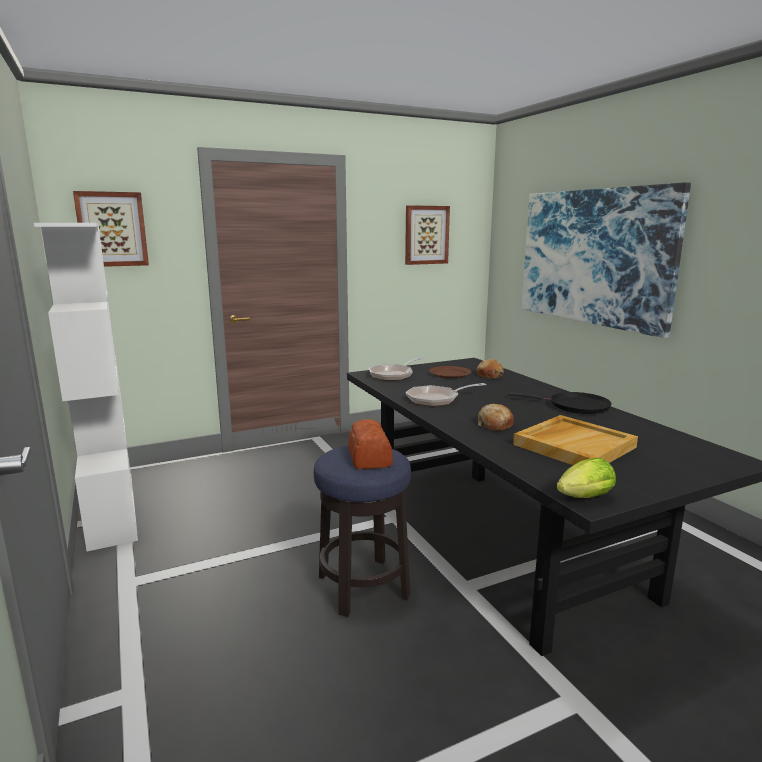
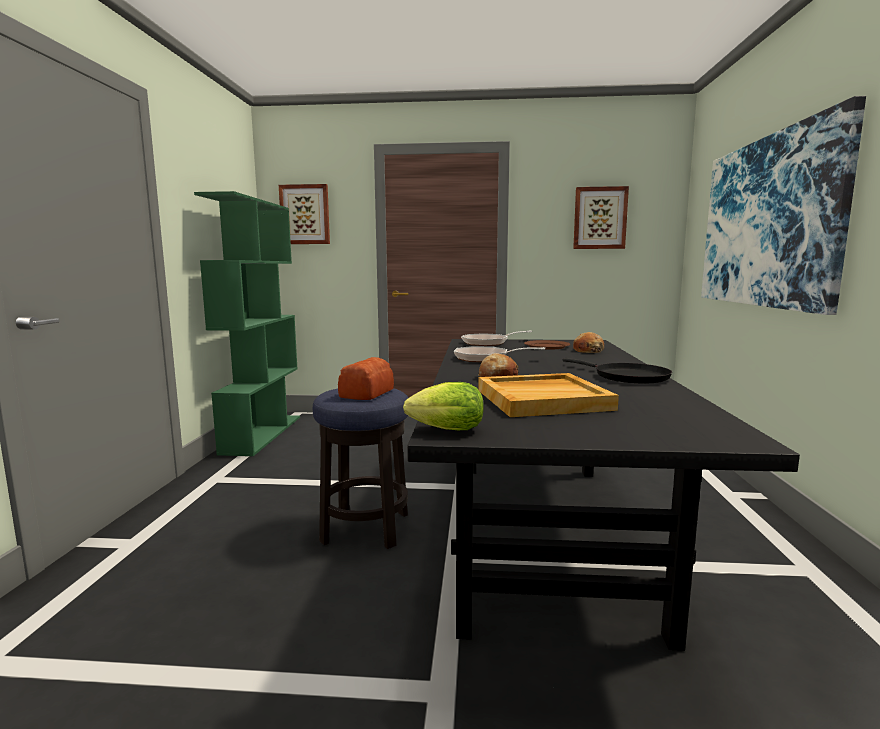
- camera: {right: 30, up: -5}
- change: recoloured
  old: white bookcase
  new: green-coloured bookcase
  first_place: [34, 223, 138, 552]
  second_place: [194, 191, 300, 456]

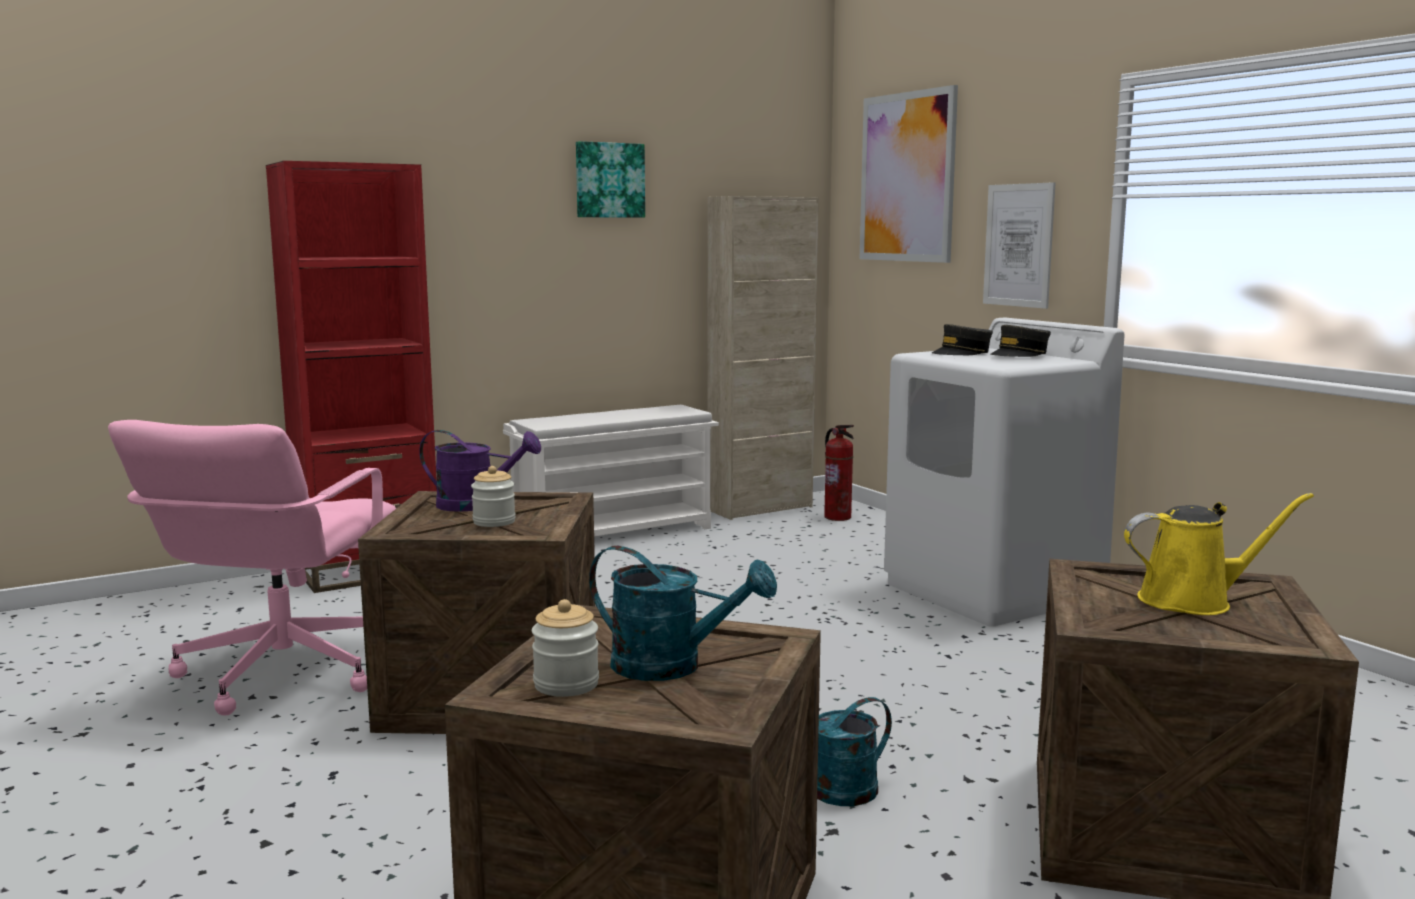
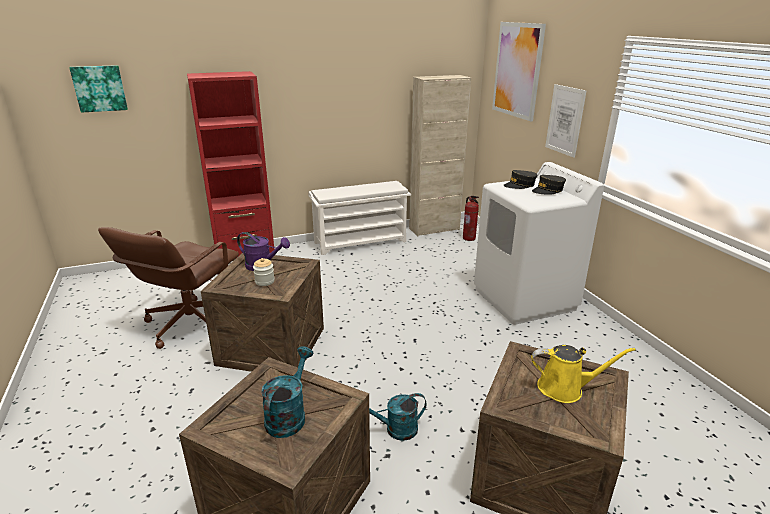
- camera: {right: 10, up: 15}
- change: moved
  old: picture
  first_place: [576, 141, 645, 218]
  second_place: [69, 65, 128, 113]
- change: recoloured
  old: pink office chair
  new: brown office chair
  first_place: [108, 420, 396, 716]
  second_place: [98, 227, 239, 349]
- change: turned
  old: turquoise watering can
  first_place: [589, 546, 777, 681]
  second_place: [261, 347, 314, 438]
  degrees: -105
- change: removed
  old: preserve jar
  first_place: [532, 599, 599, 697]

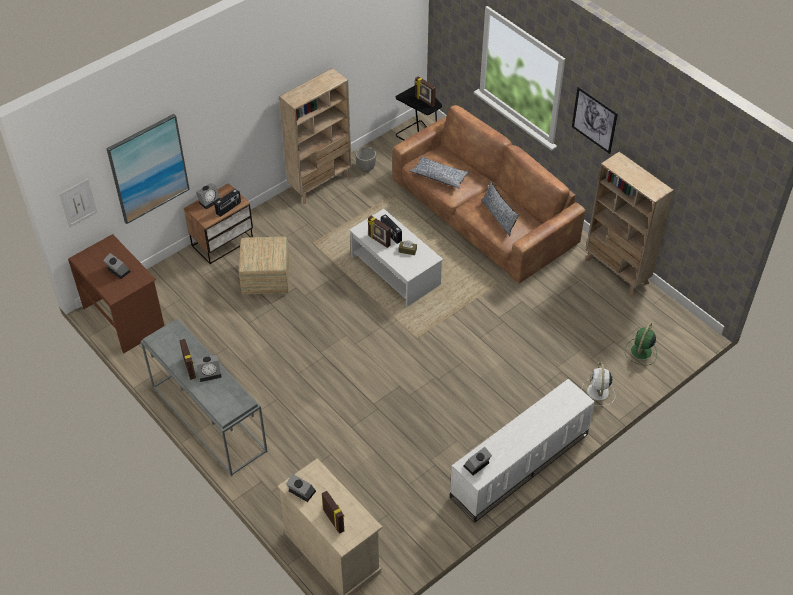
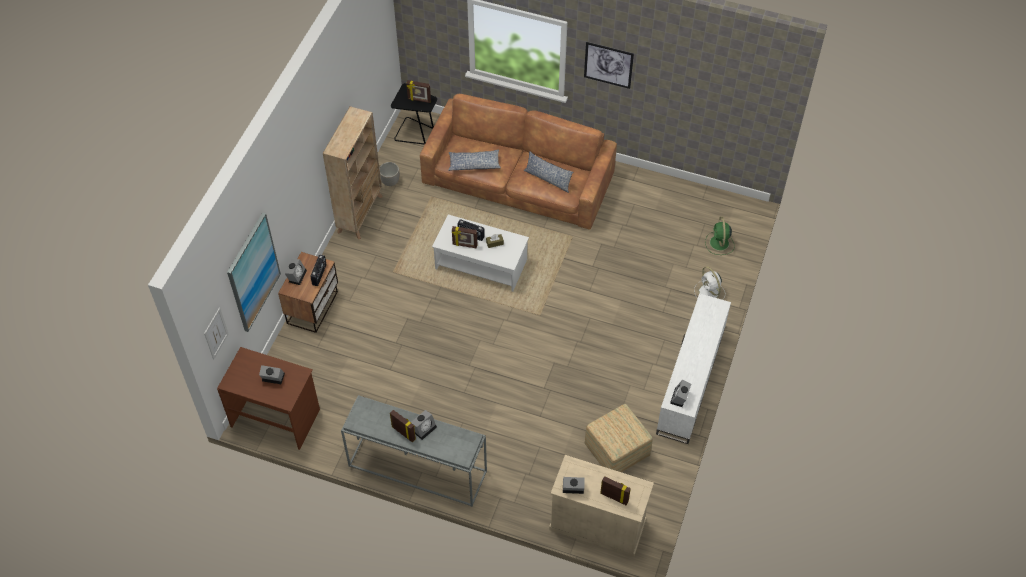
- camera: {right: -30, up: 5}
- change: moved
  old: pouffe
  first_place: [239, 237, 289, 295]
  second_place: [585, 404, 653, 472]
- change: removed
  old: beige-coloured bookcase
  first_place: [585, 152, 674, 296]

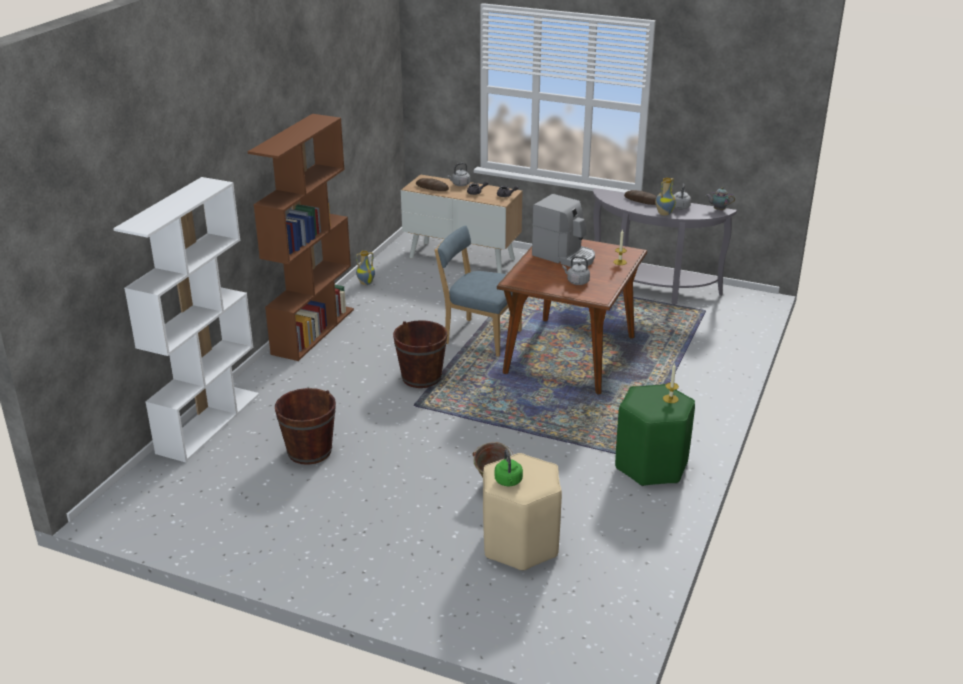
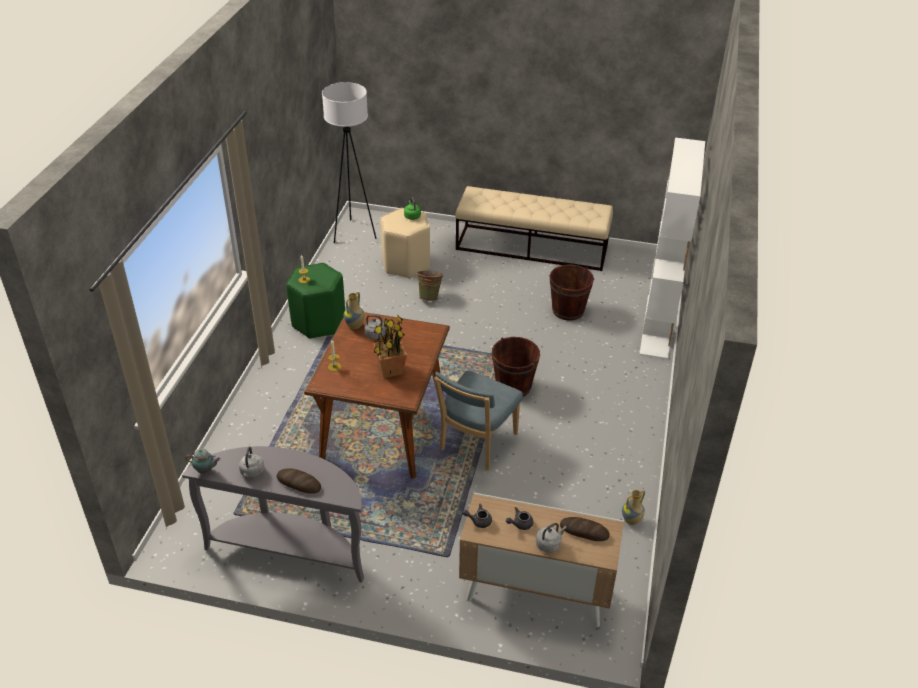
- camera: {right: 170, up: 10}
- change: added
  new: white standing lamp
  second_place: [322, 82, 377, 243]
- change: moved
  old: decorative vase
  first_place: [655, 178, 676, 215]
  second_place: [344, 292, 365, 329]
- change: replaced
  old: coffee machine
  new: houseplant
  first_place: [532, 194, 595, 267]
  second_place: [373, 315, 407, 378]
- change: turned
  old: blue upright chair
  first_place: [435, 225, 522, 357]
  second_place: [434, 370, 523, 470]
  degrees: 105
- change: added
  new: beige-coloured long seat
  second_place: [455, 186, 613, 271]
- change: removed
  old: brown bookcase
  first_place: [248, 114, 354, 361]

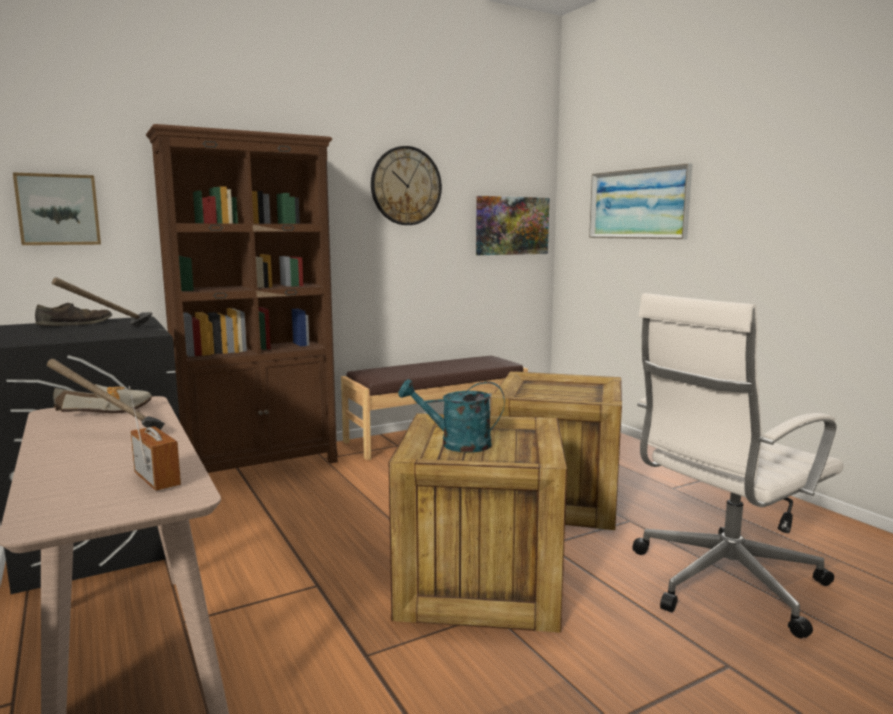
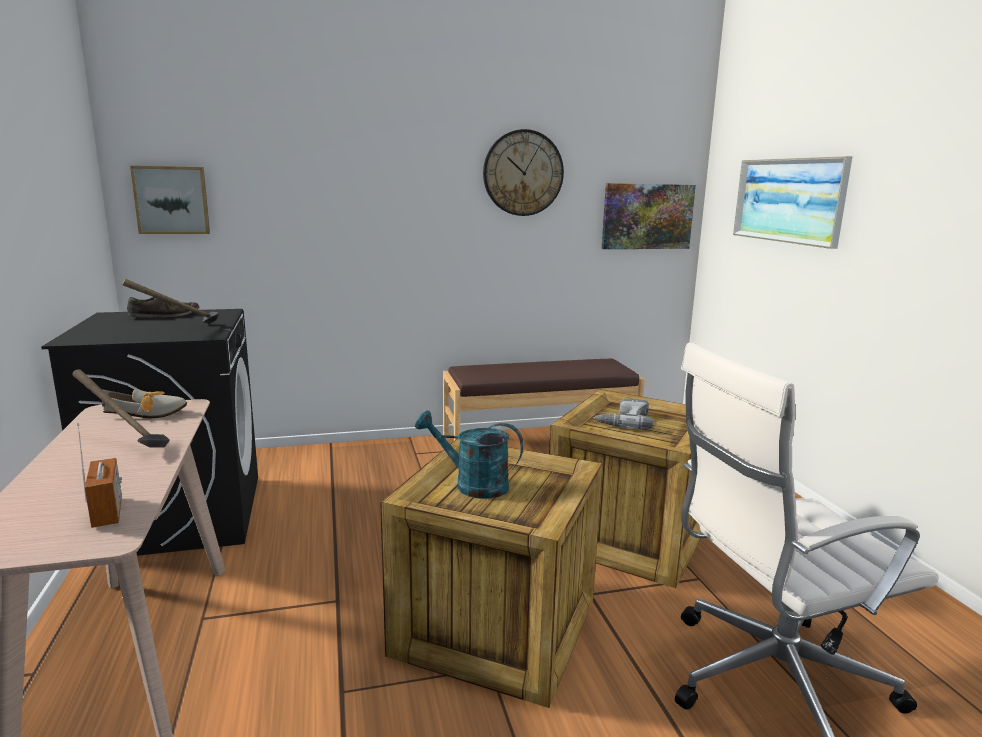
- camera: {right: 15, up: 5}
- change: added
  new: electric drill
  second_place: [594, 398, 653, 429]
- change: removed
  old: brown bookcase
  first_place: [146, 124, 338, 473]

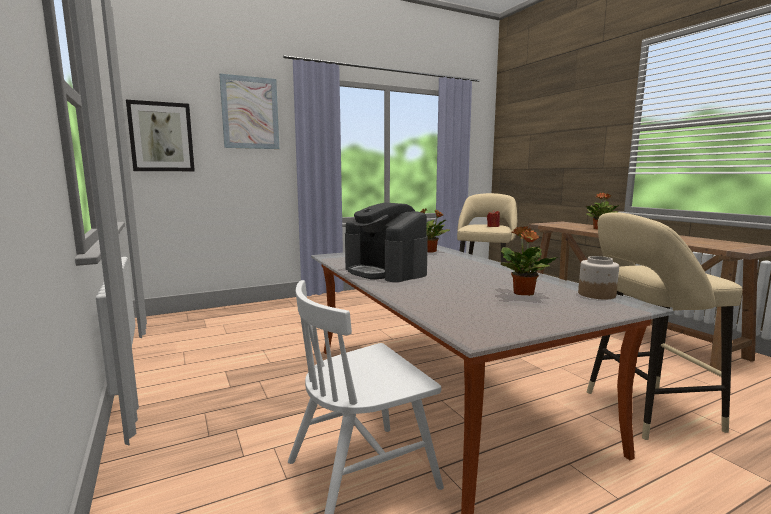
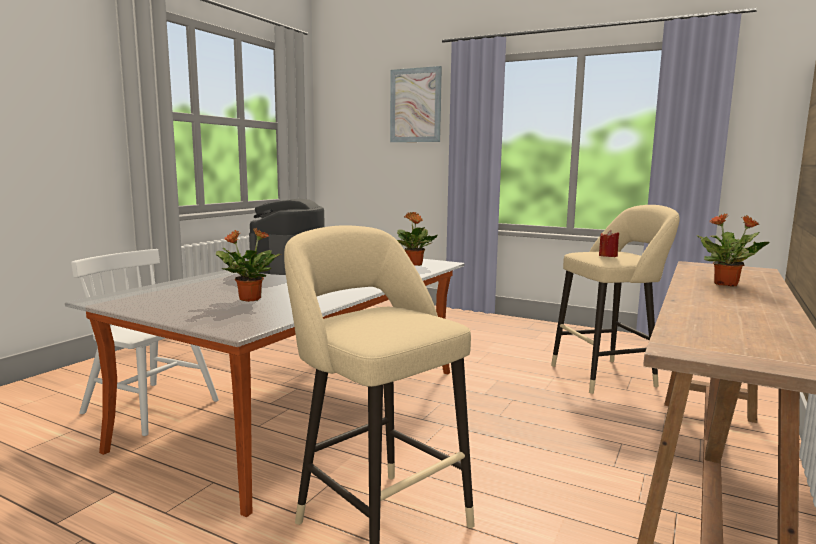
- camera: {right: 55, up: 0}
- change: removed
  old: picture
  first_place: [126, 100, 195, 171]
- change: removed
  old: preserve jar
  first_place: [578, 256, 619, 299]

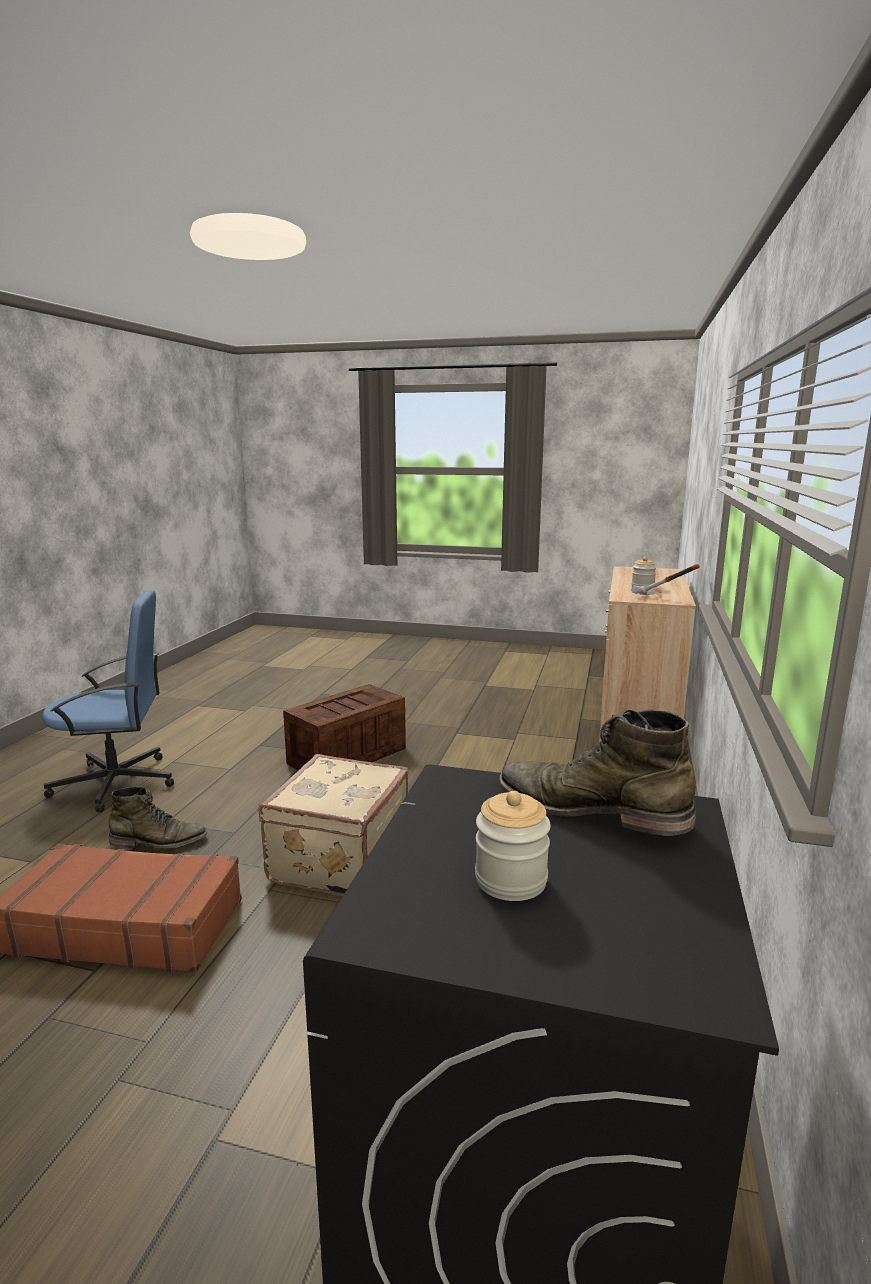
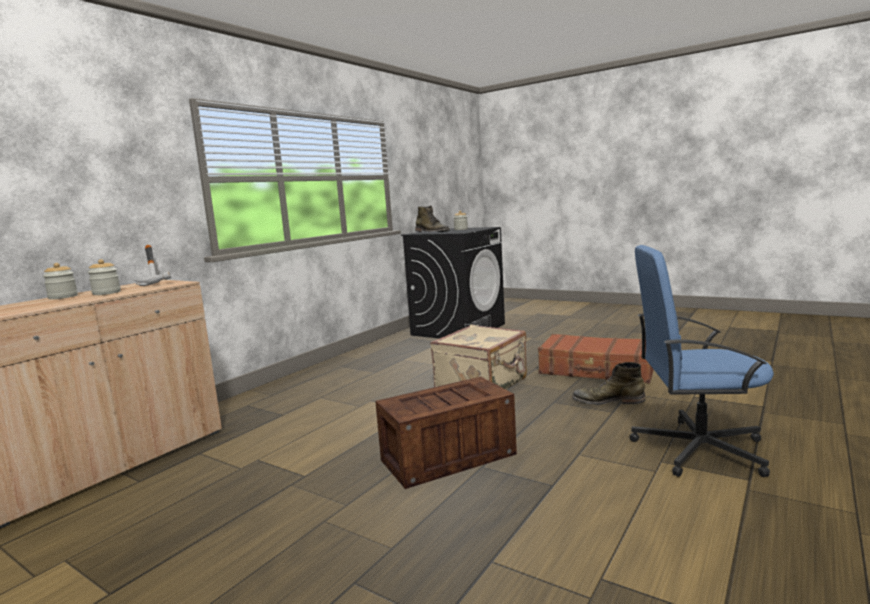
- camera: {right: -160, up: -5}
- change: added
  new: preserve jar
  second_place: [43, 263, 78, 299]

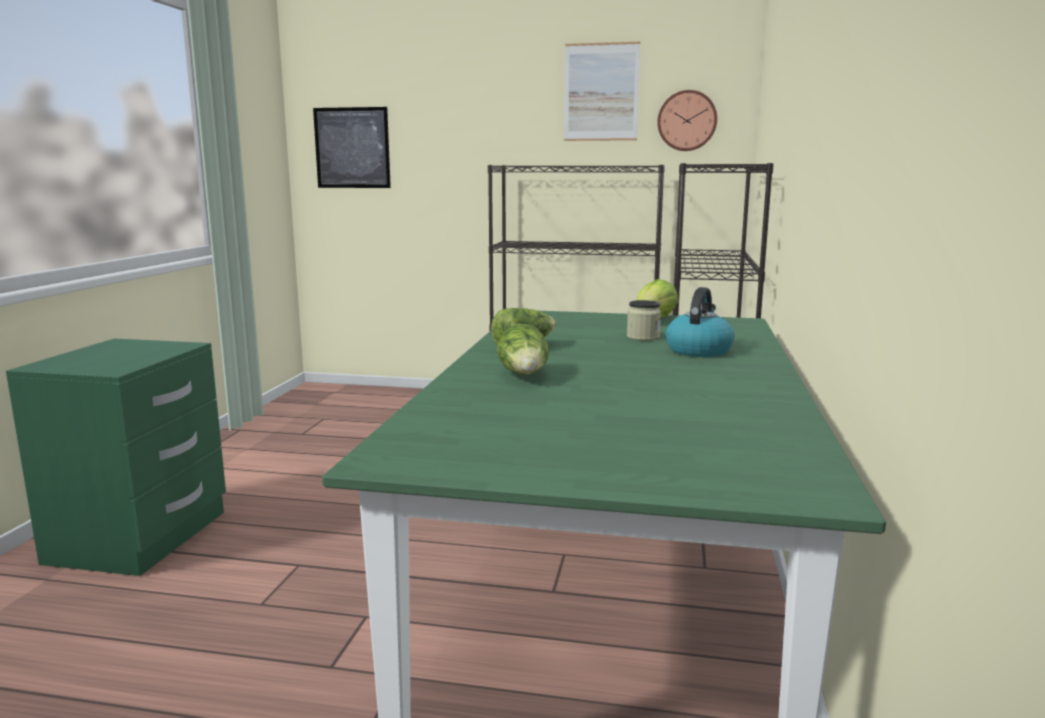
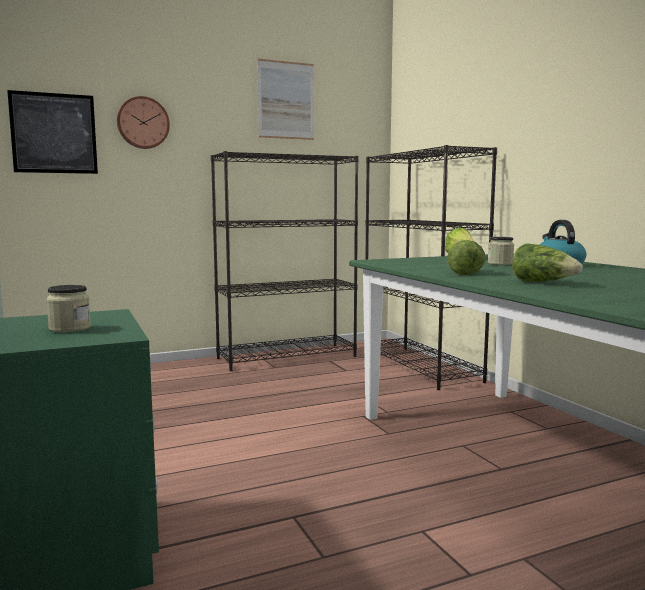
- camera: {right: -35, up: -5}
- change: added
  new: preserve jar
  second_place: [46, 285, 91, 332]
- change: moved
  old: wall clock
  first_place: [657, 90, 717, 151]
  second_place: [117, 96, 170, 149]

